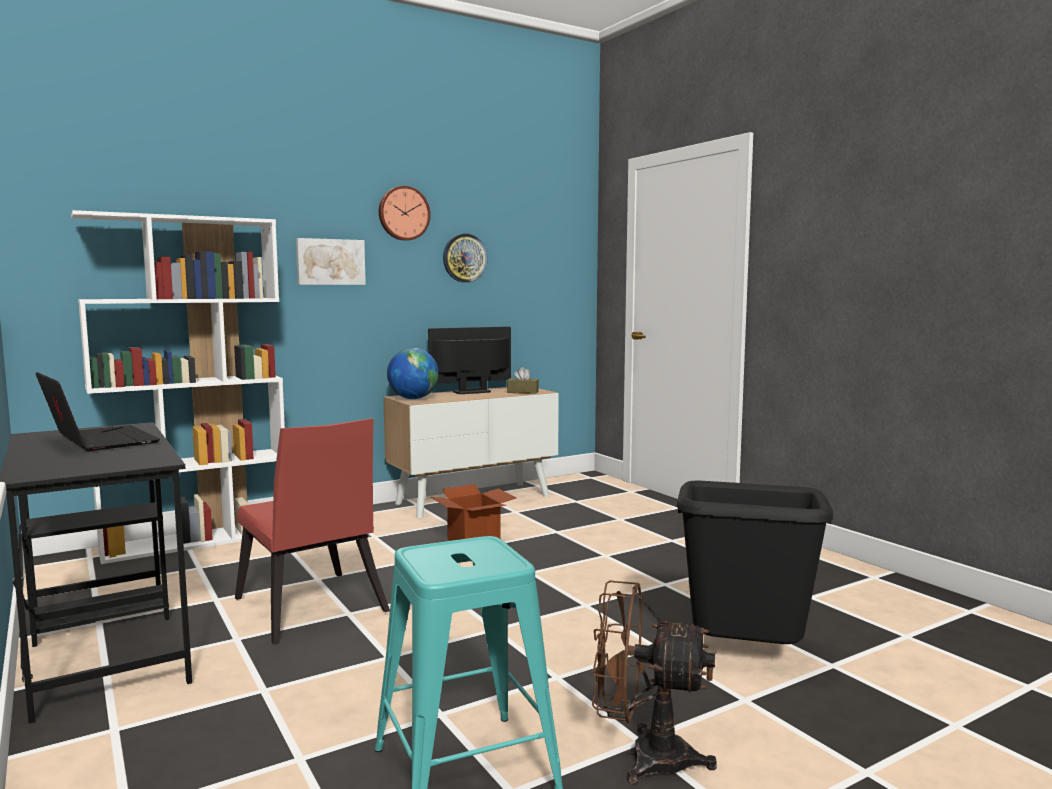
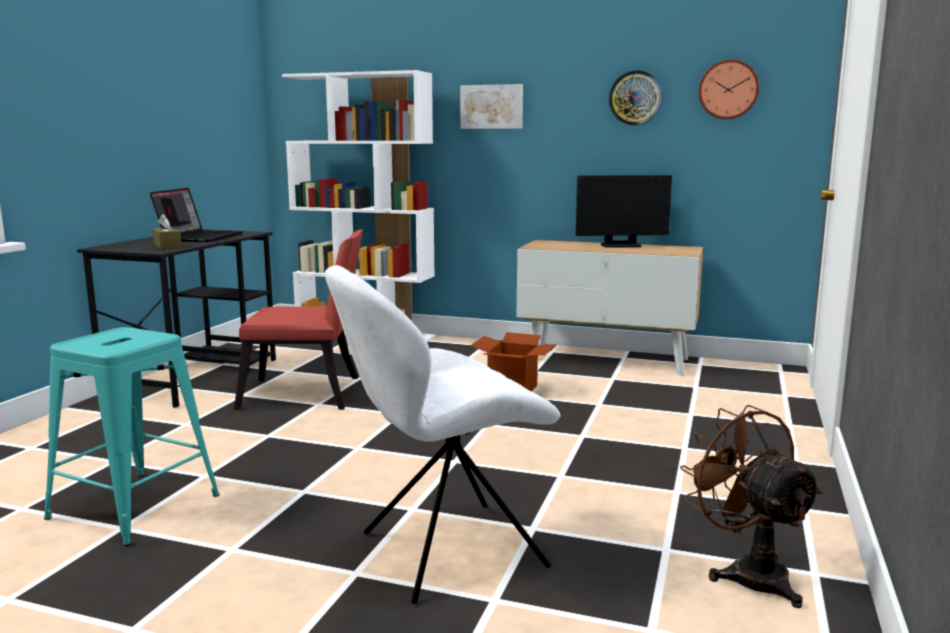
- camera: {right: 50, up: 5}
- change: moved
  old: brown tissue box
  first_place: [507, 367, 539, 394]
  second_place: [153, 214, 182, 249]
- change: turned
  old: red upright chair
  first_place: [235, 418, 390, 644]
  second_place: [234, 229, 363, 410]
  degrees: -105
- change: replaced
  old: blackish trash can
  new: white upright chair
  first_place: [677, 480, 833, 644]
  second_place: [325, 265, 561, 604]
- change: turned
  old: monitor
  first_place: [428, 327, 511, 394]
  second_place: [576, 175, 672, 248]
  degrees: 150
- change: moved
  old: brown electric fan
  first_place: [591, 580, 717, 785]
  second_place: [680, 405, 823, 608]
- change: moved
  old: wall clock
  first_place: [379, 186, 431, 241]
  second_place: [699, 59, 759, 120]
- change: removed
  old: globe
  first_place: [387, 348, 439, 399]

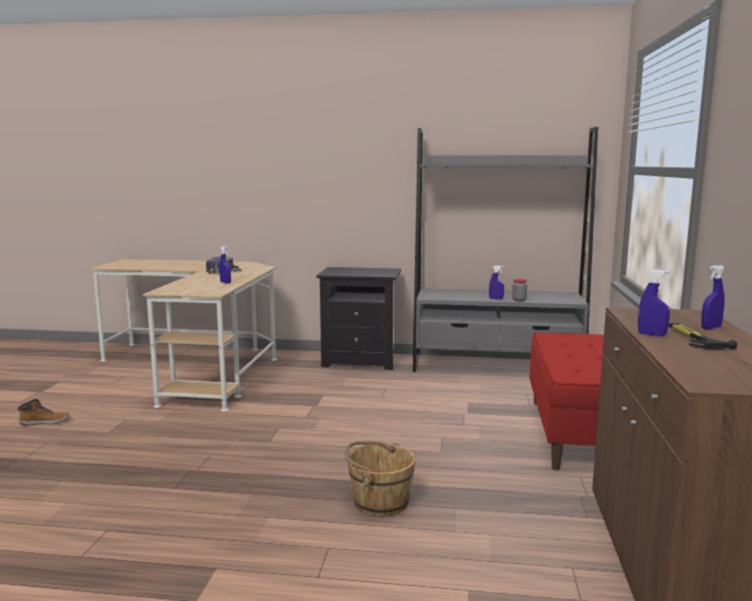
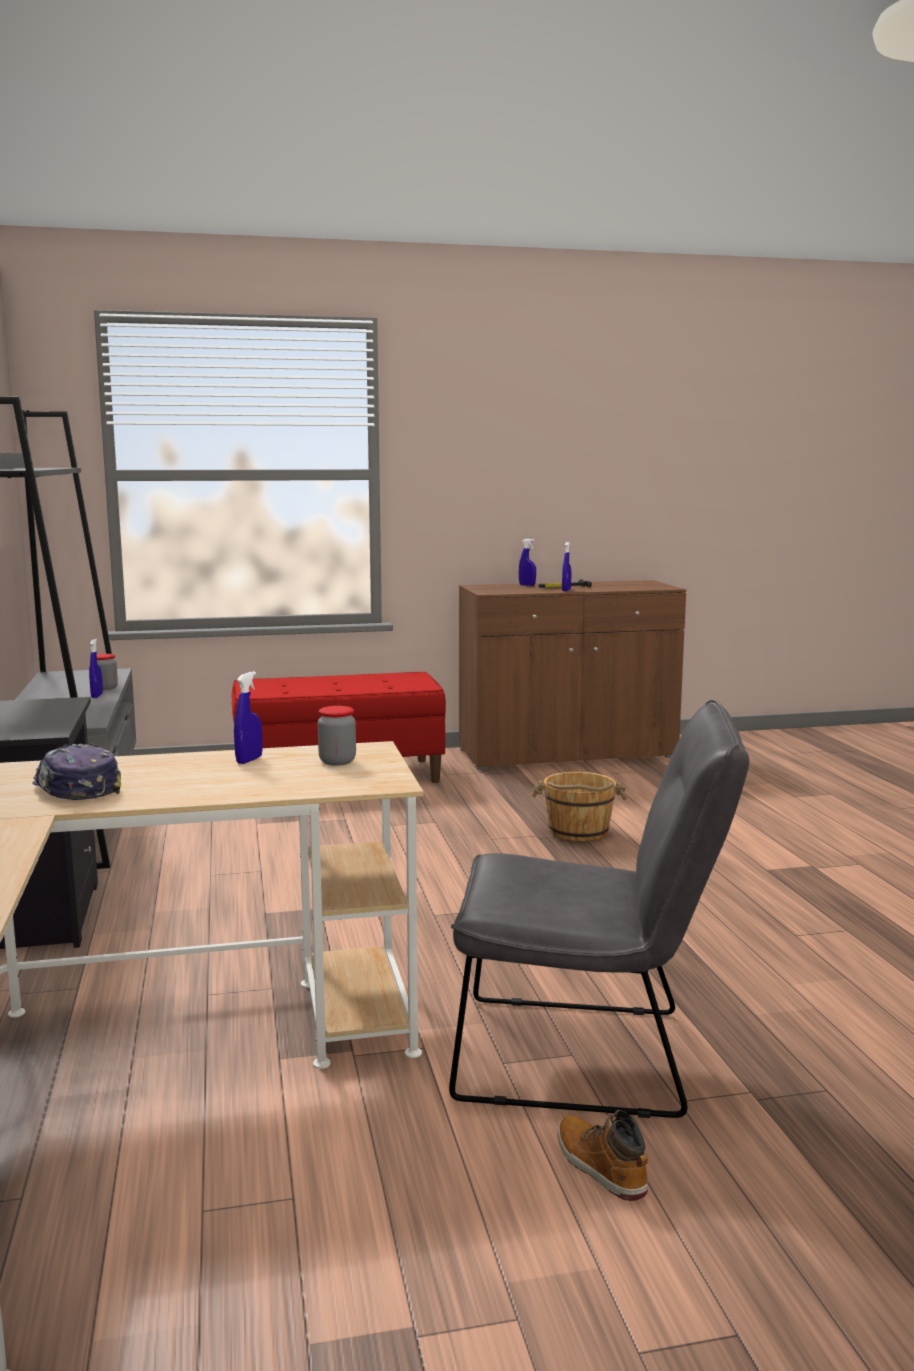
- camera: {right: -110, up: 0}
- change: added
  new: preserve jar
  second_place: [318, 706, 356, 766]
- change: added
  new: grey upright chair
  second_place: [449, 700, 749, 1118]

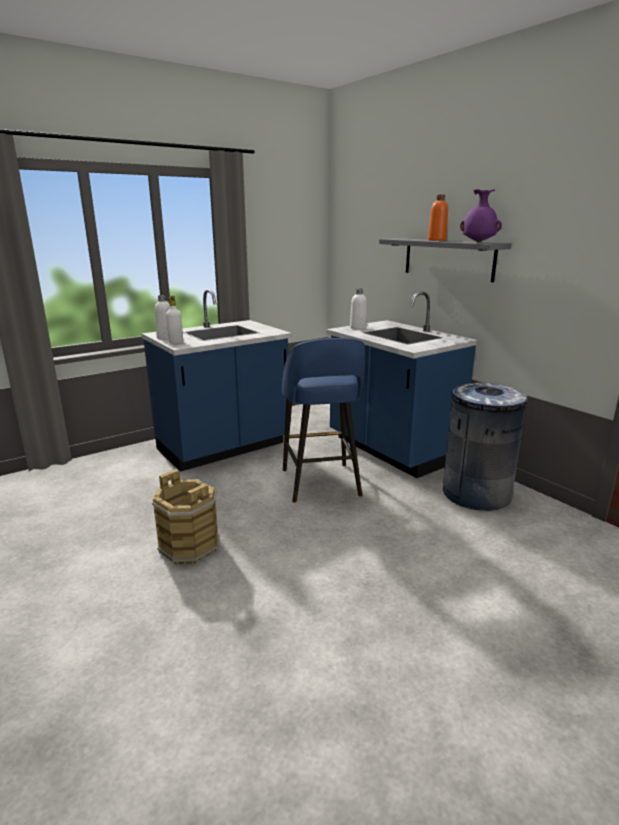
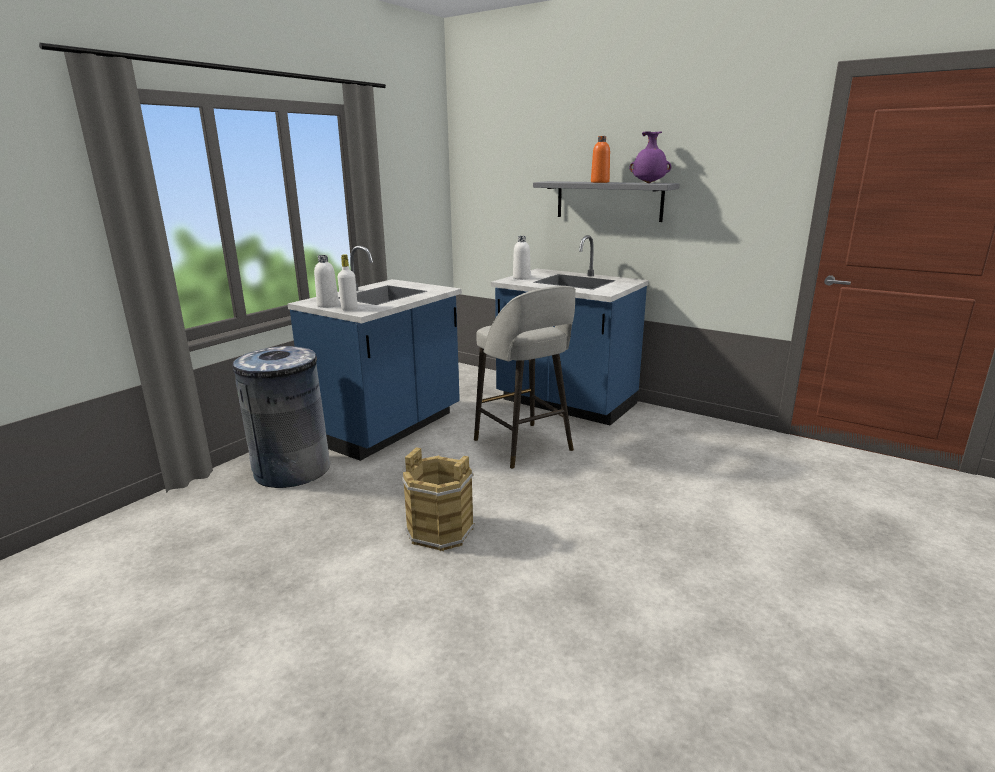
- camera: {right: -20, up: 0}
- change: moved
  old: grey trash can
  first_place: [443, 383, 527, 511]
  second_place: [232, 346, 330, 488]
- change: recoloured
  old: blue stool
  new: grey stool
  first_place: [282, 338, 365, 503]
  second_place: [474, 286, 576, 469]

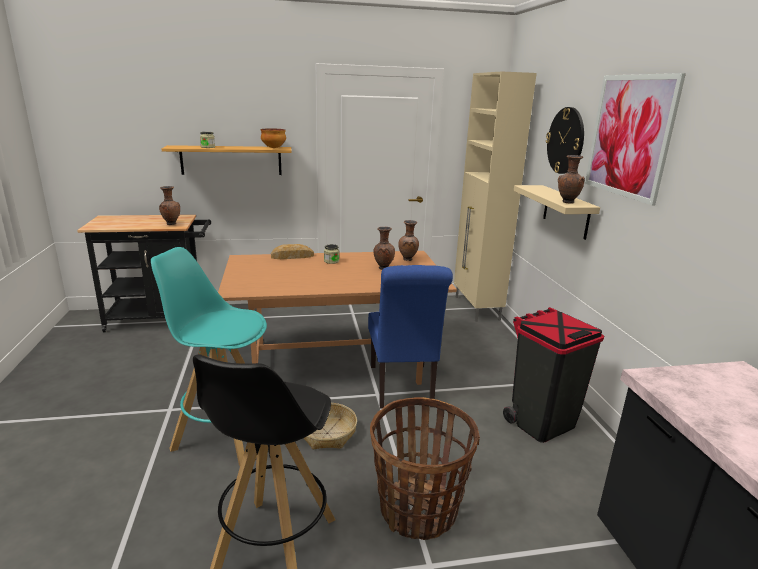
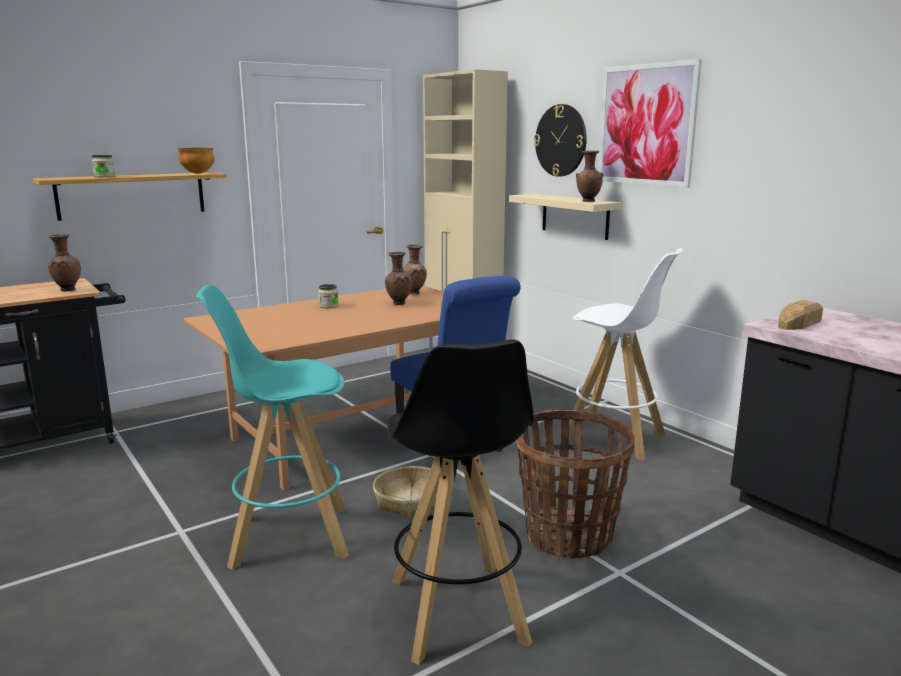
- camera: {right: -25, up: -5}
- change: replaced
  old: blackish trash can
  new: white stool
  first_place: [503, 307, 604, 443]
  second_place: [569, 248, 684, 461]
- change: moved
  old: bakery bread
  first_place: [271, 244, 314, 259]
  second_place: [778, 300, 823, 330]

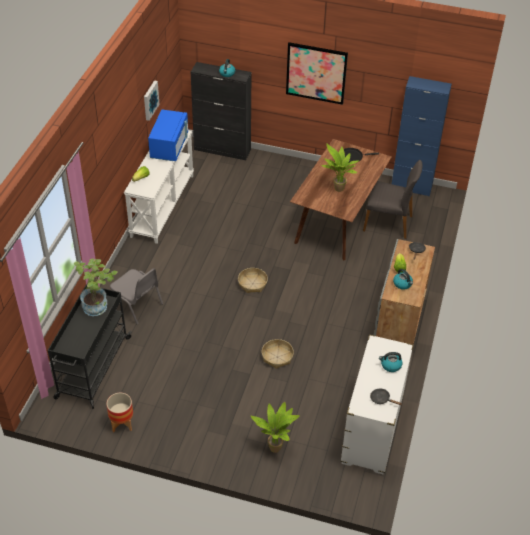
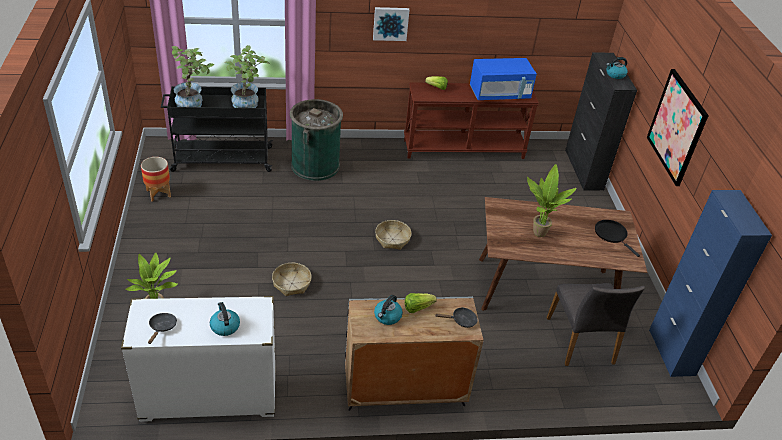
- camera: {right: 65, up: -5}
- change: added
  new: houseplant
  second_place: [172, 46, 214, 107]
- change: replaced
  old: grey upright chair
  new: green-coloured trash can
  first_place: [110, 268, 163, 325]
  second_place: [290, 99, 343, 181]
- change: moved
  old: picture
  first_place: [144, 80, 160, 121]
  second_place: [373, 7, 410, 41]
- change: recoloured
  old: white hall table
  new: brown hall table
  first_place: [124, 130, 194, 244]
  second_place: [404, 82, 539, 159]

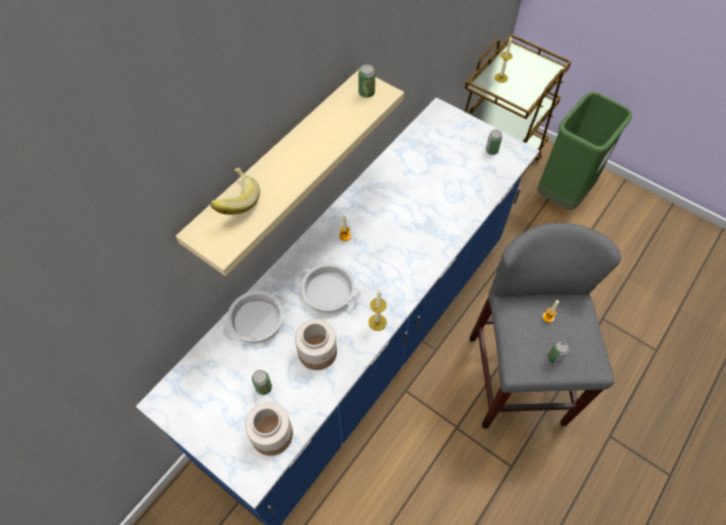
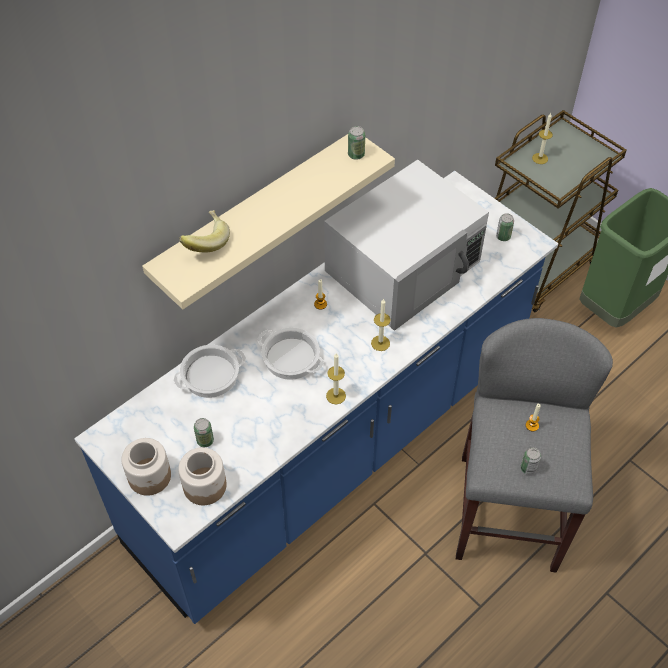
- camera: {right: 10, up: -5}
- change: moved
  old: preserve jar
  first_place: [295, 319, 337, 370]
  second_place: [121, 438, 171, 496]
- change: added
  new: white kitchen microwave
  second_place: [324, 160, 489, 331]
- change: added
  new: wax candle
  second_place: [371, 299, 391, 351]

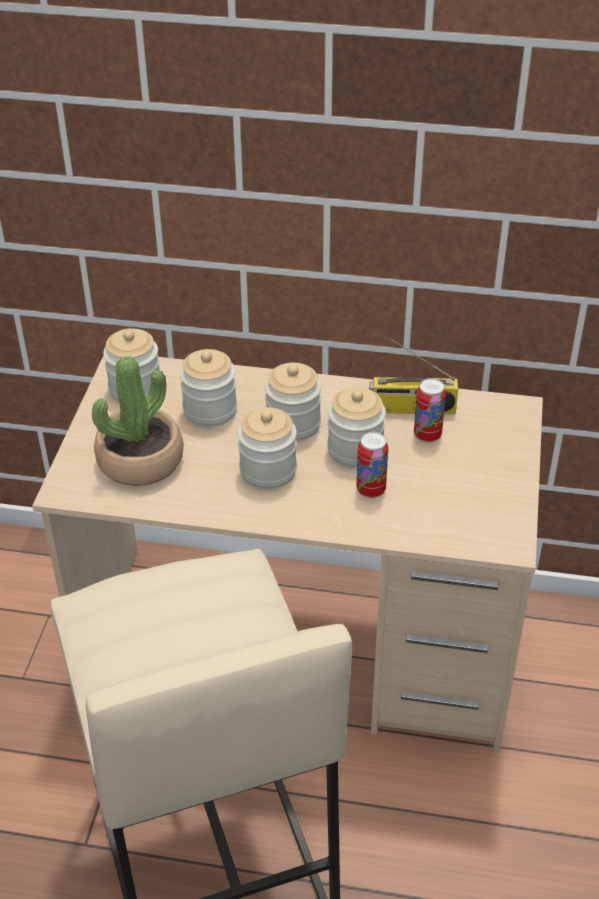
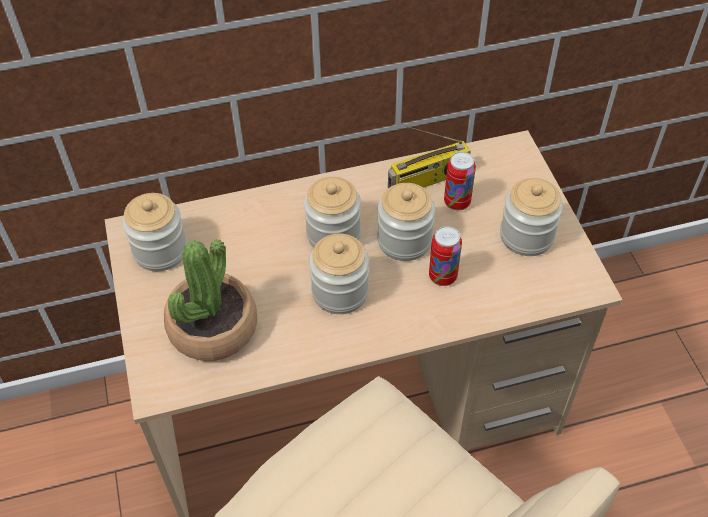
- camera: {right: -25, up: 10}
- change: moved
  old: preserve jar
  first_place: [180, 349, 237, 427]
  second_place: [500, 178, 563, 256]

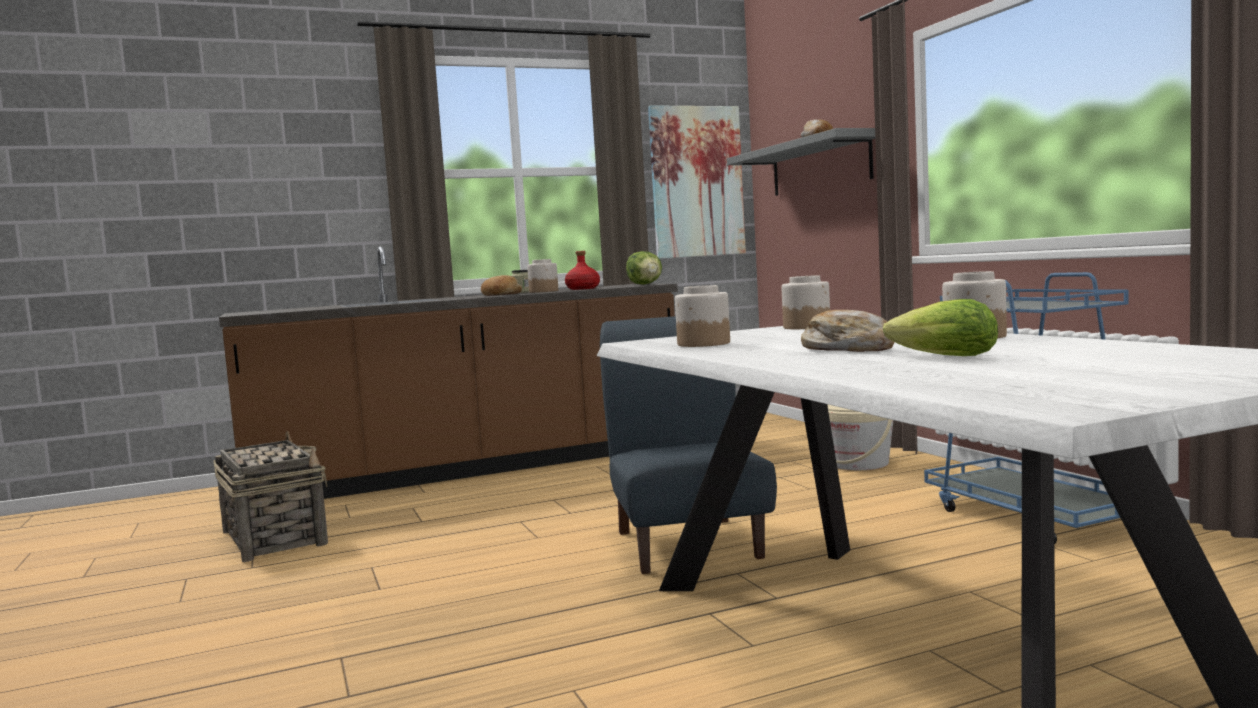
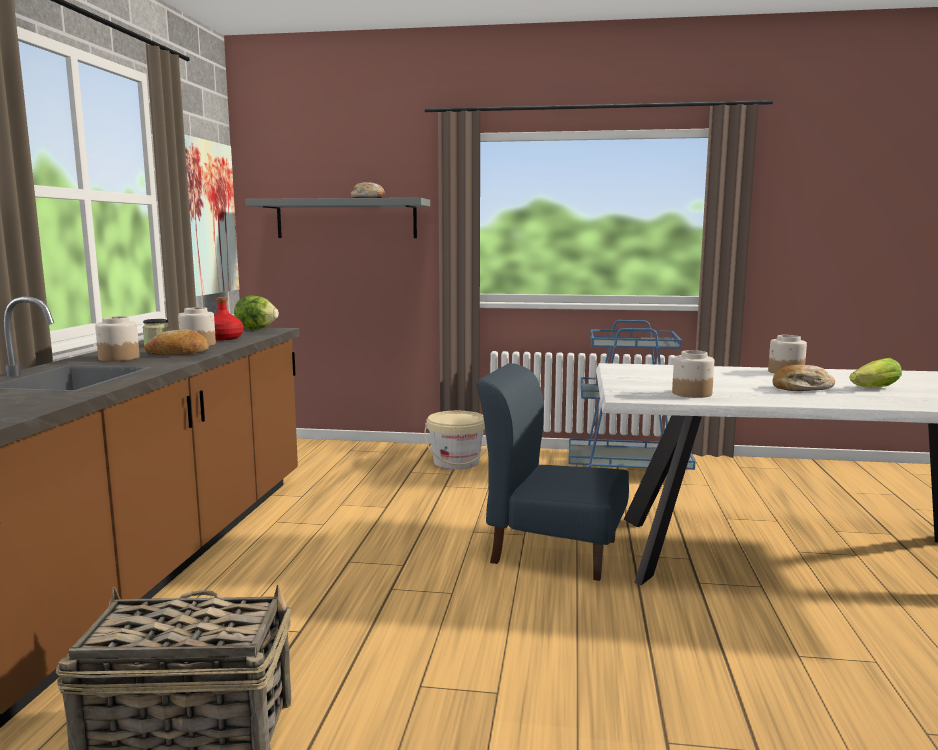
- camera: {right: -60, up: 5}
- change: moved
  old: preserve jar
  first_place: [782, 275, 830, 329]
  second_place: [95, 316, 140, 361]

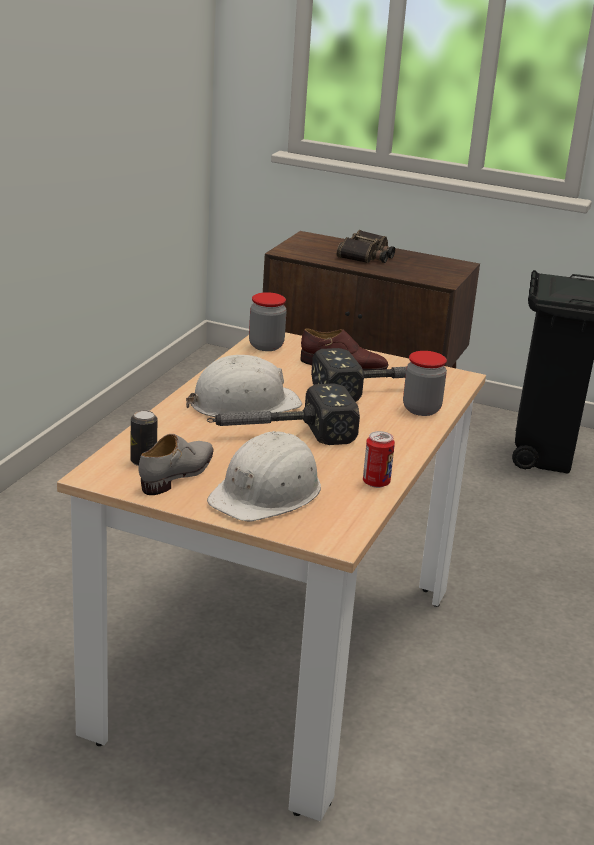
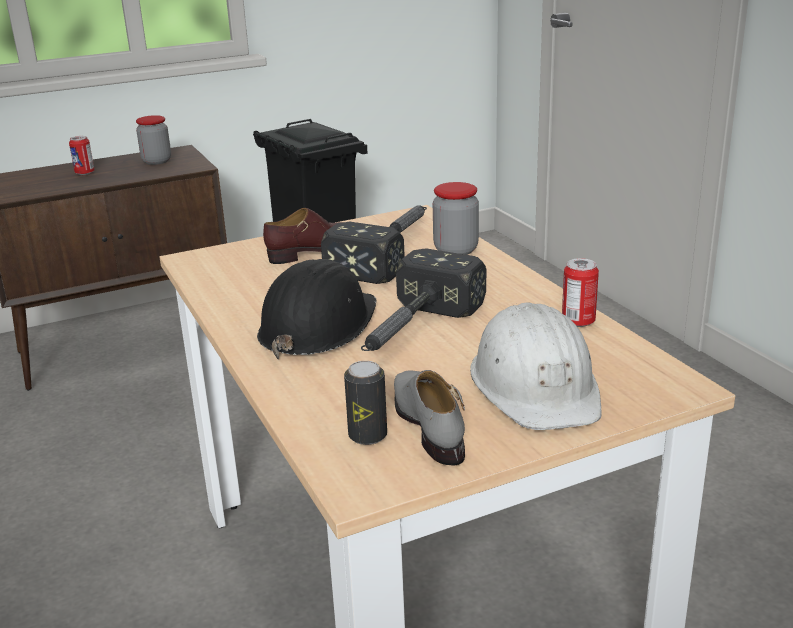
- camera: {right: -45, up: 0}
- change: replaced
  old: field glasses
  new: can
  first_place: [337, 230, 395, 263]
  second_place: [69, 136, 95, 175]
- change: moved
  old: preserve jar
  first_place: [249, 292, 287, 351]
  second_place: [136, 115, 171, 165]
- change: recoloured
  old: white safety helmet
  new: blackish safety helmet
  first_place: [186, 355, 302, 417]
  second_place: [257, 259, 377, 359]

